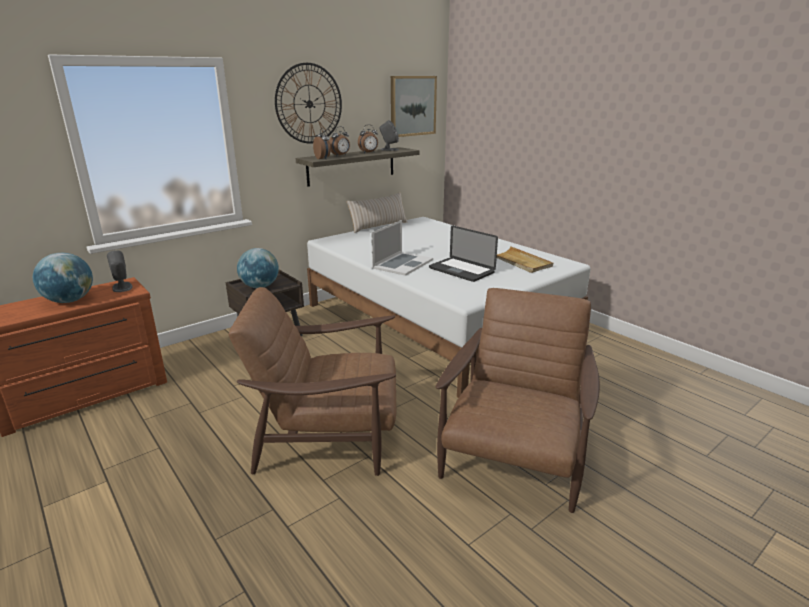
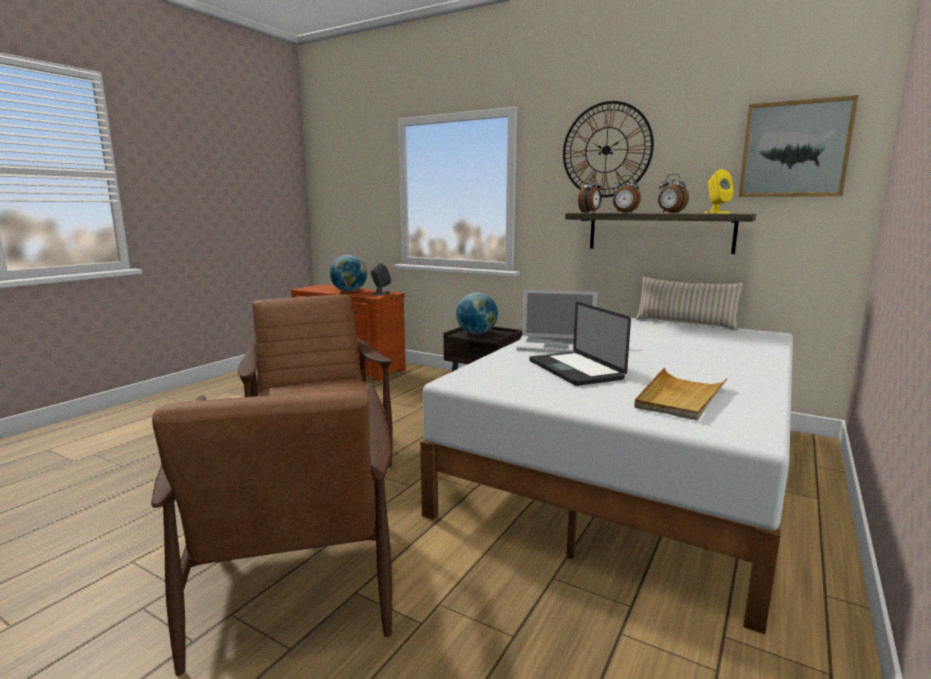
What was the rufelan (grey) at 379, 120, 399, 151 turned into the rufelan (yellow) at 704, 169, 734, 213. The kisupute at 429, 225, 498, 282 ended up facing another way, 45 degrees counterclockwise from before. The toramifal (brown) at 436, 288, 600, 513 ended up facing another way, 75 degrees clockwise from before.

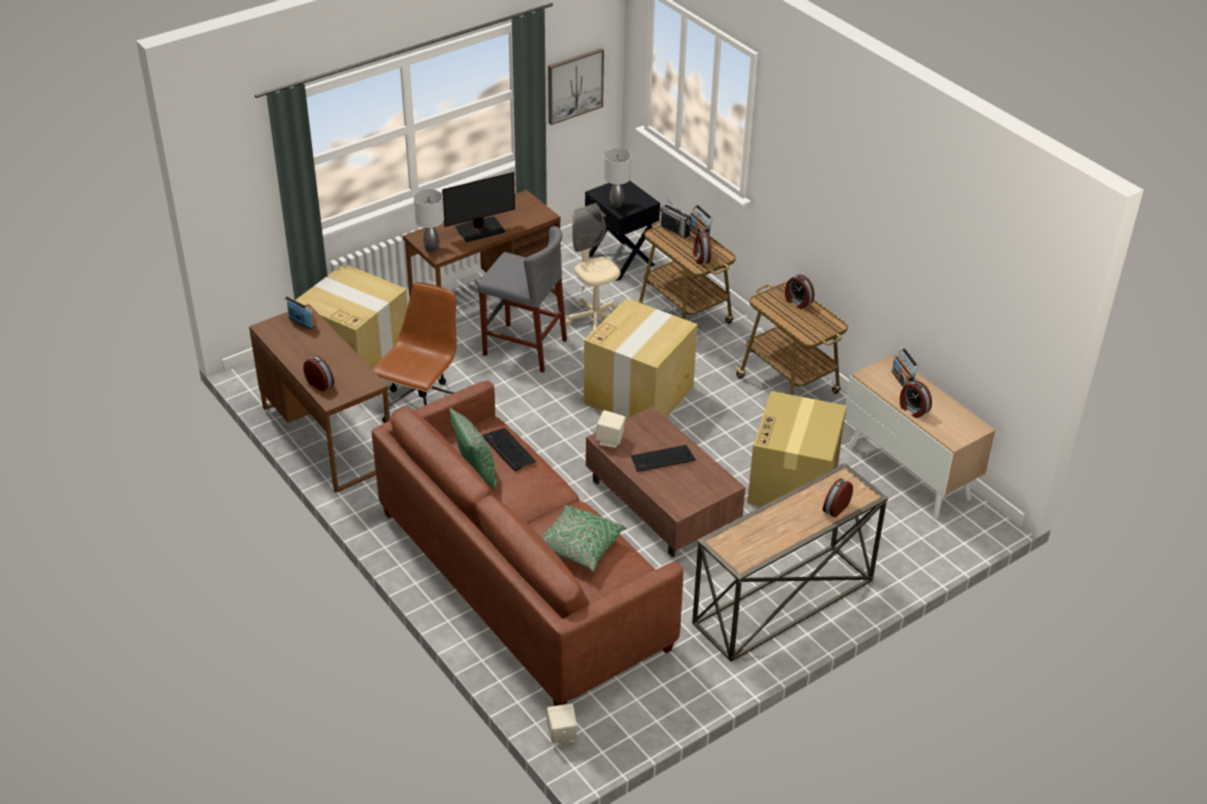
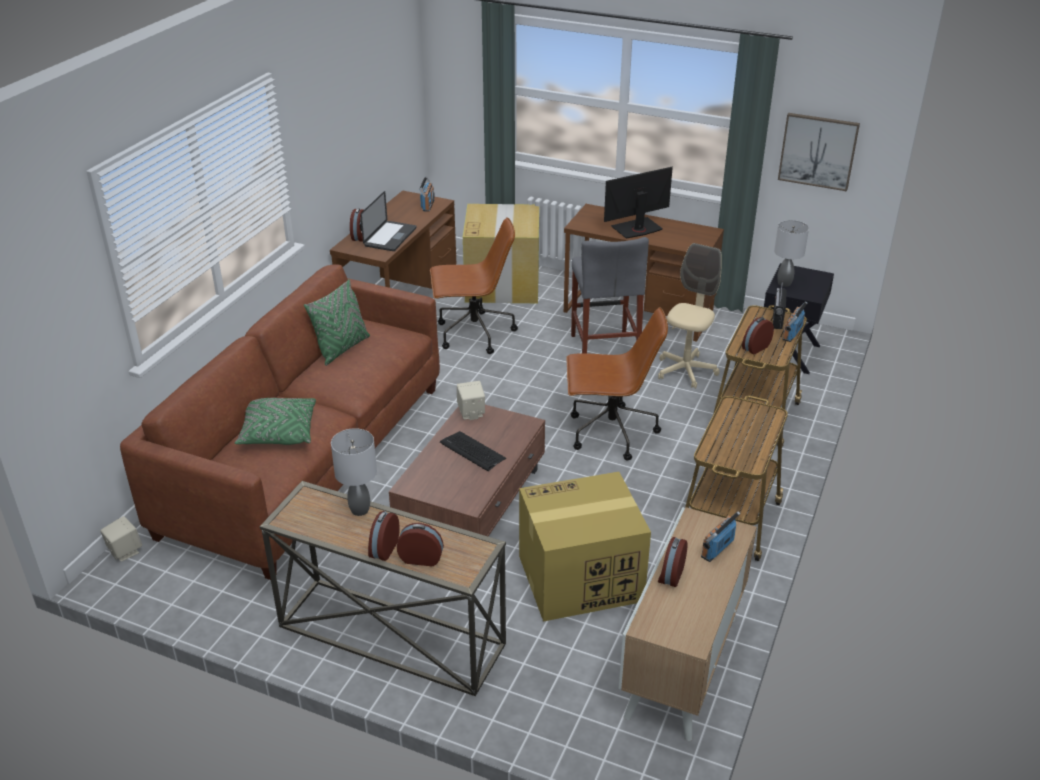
The second view lost the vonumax at 482, 428, 536, 471. The second view gained the kisupute at 361, 191, 417, 251. The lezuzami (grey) ended up elsewhere, having gone from 414, 189, 444, 252 to 331, 428, 377, 516. The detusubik ended up elsewhere, having gone from 785, 274, 815, 309 to 368, 511, 400, 561. Where the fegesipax stood at 584, 298, 698, 419, the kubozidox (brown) came to stand at 566, 307, 668, 461. The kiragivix at 442, 172, 515, 242 ended up facing another way, 120 degrees clockwise from before.

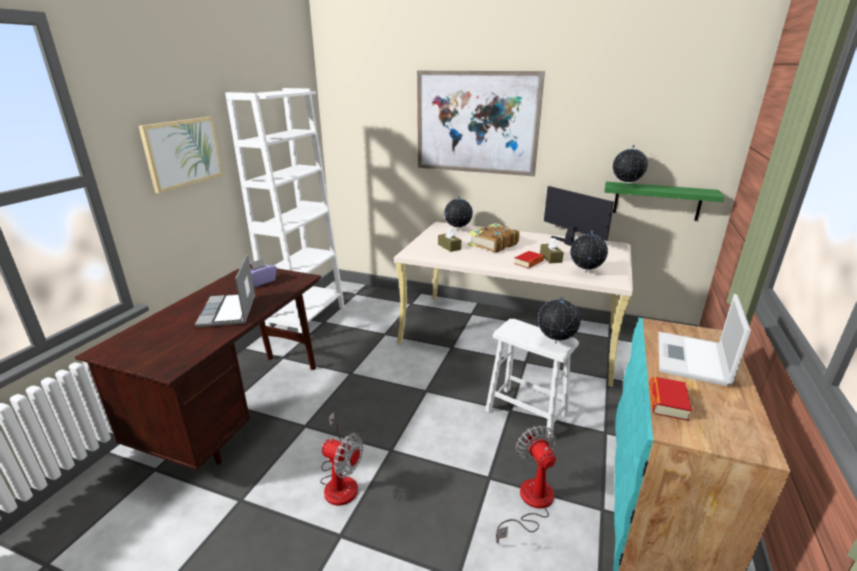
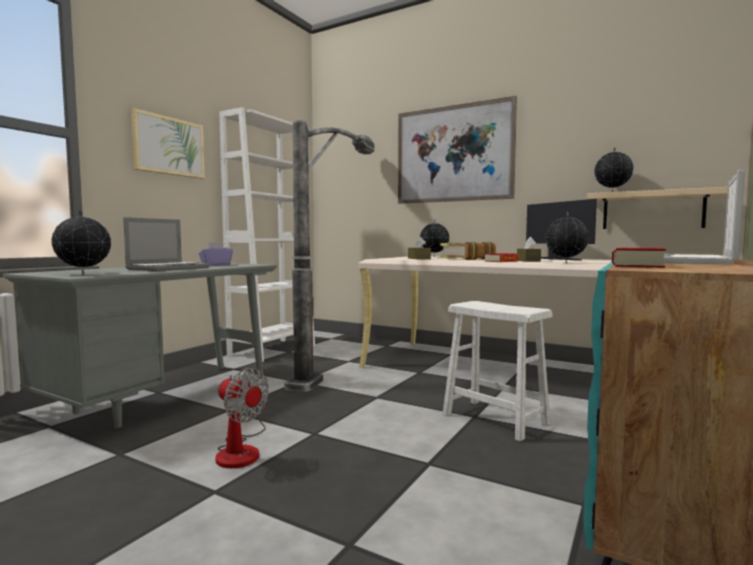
The second view lost the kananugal at 496, 425, 556, 543. The second view gained the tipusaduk at 284, 120, 374, 392. The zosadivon ended up elsewhere, having gone from 538, 296, 581, 343 to 51, 210, 111, 275. What was the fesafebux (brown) at 75, 264, 321, 470 turned into the fesafebux (grey) at 3, 263, 277, 429. What was the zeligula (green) at 604, 182, 724, 221 turned into the zeligula (beige) at 587, 187, 728, 229. The kisupute at 195, 254, 255, 327 ended up facing another way, 150 degrees counterclockwise from before.

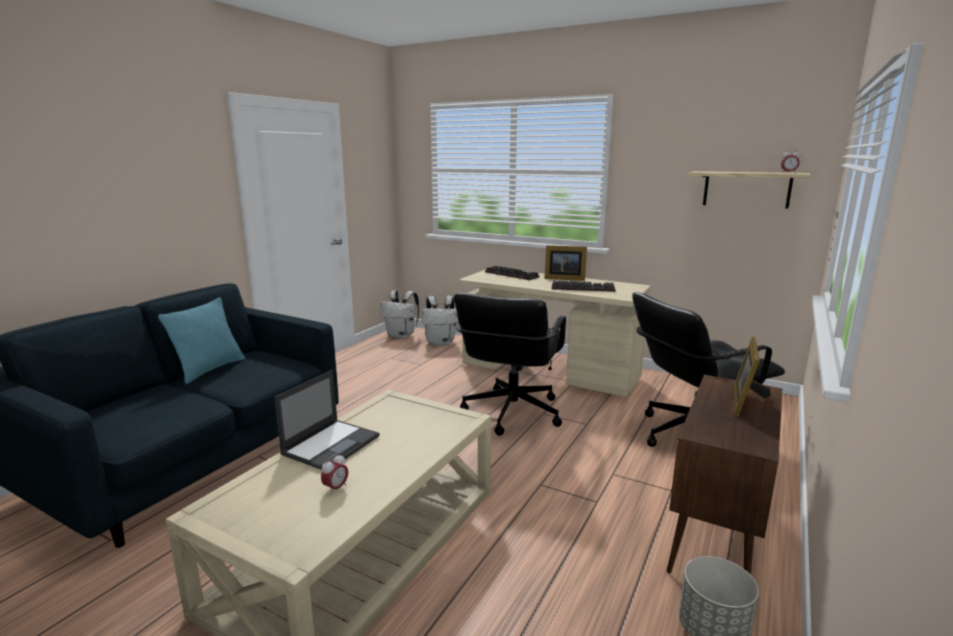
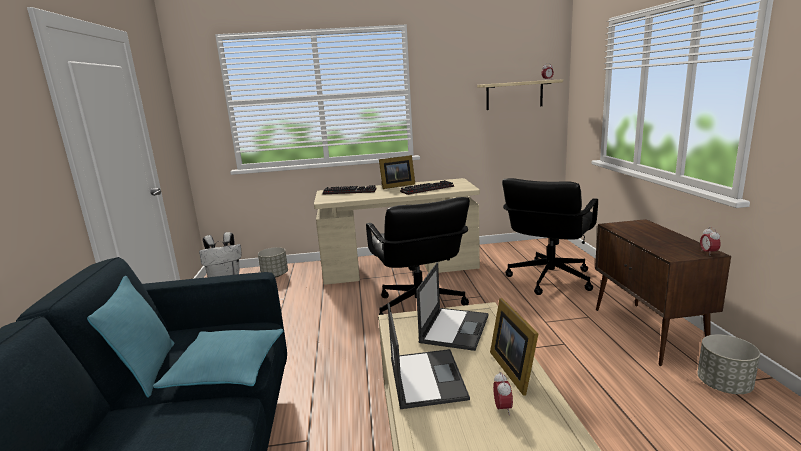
The second view gained the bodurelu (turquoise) at 153, 329, 284, 388. The second view gained the kisupute at 416, 262, 488, 351. The second view gained the detusubik at 700, 227, 720, 256. The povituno ended up elsewhere, having gone from 733, 337, 771, 417 to 490, 298, 539, 396. Where the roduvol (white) stood at 422, 295, 459, 345, the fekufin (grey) came to stand at 258, 247, 288, 278.

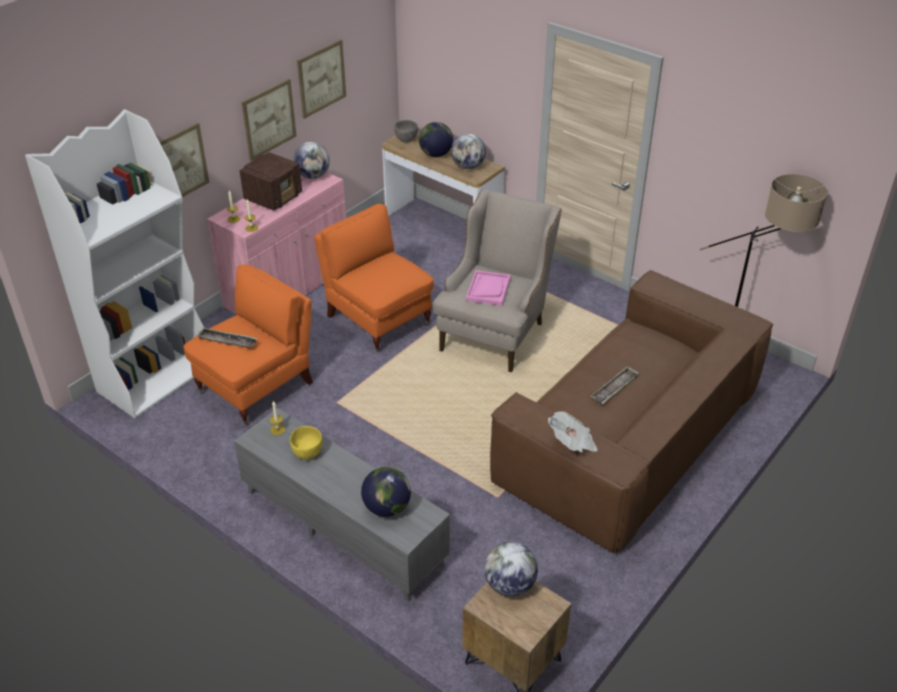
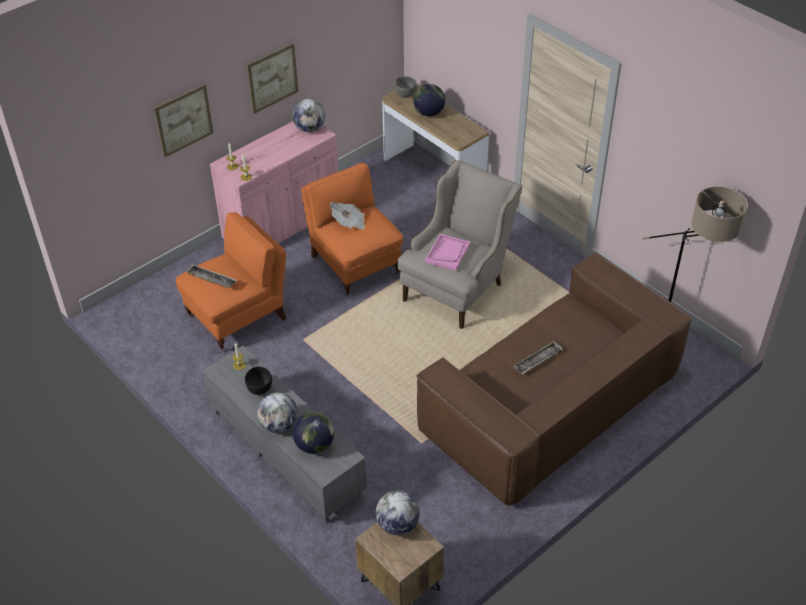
The second view lost the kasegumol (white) at 25, 109, 204, 418. The second view lost the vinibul at 239, 152, 302, 211. The second view lost the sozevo at 297, 39, 346, 119. The zosadivon ended up elsewhere, having gone from 451, 134, 486, 169 to 257, 392, 298, 433. The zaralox ended up elsewhere, having gone from 548, 411, 597, 453 to 330, 203, 365, 230. What was the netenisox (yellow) at 290, 426, 323, 459 turned into the netenisox (black) at 245, 366, 272, 395.

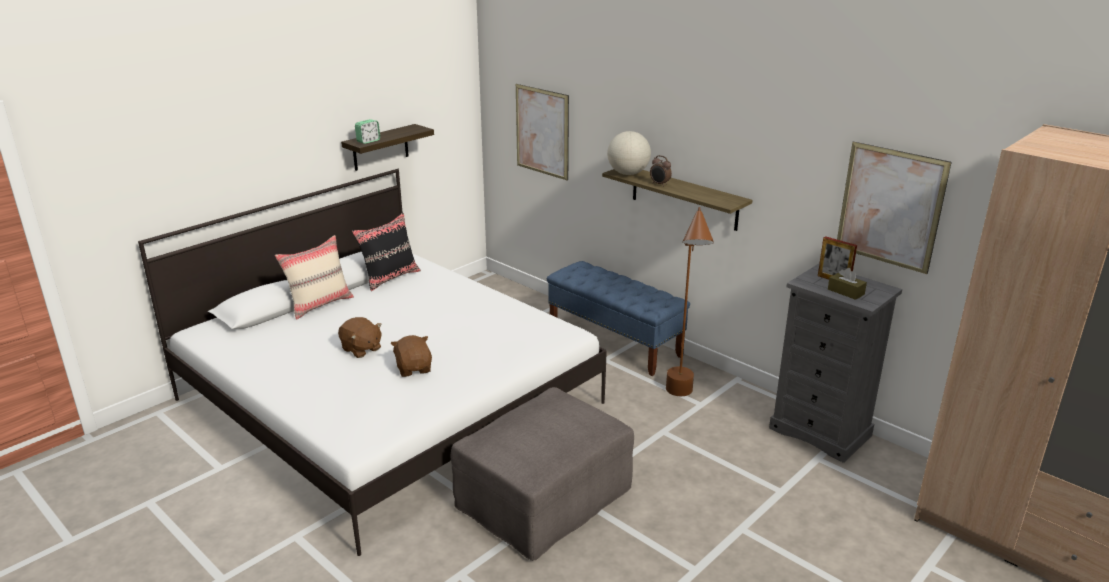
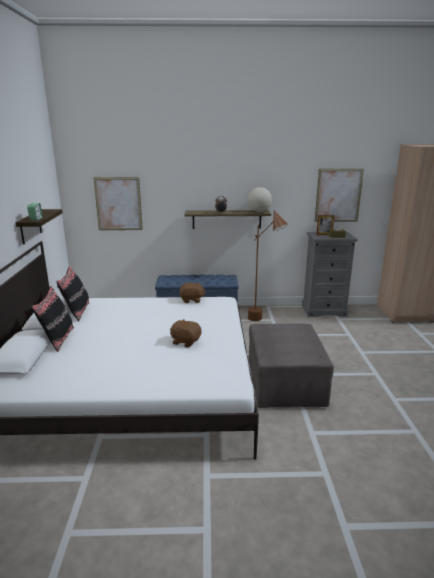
The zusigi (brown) ended up elsewhere, having gone from 338, 317, 382, 358 to 179, 282, 206, 303. The zosadivon ended up elsewhere, having gone from 607, 131, 651, 175 to 248, 187, 272, 212. What was the bodurelu (beige) at 275, 235, 354, 320 turned into the bodurelu (black) at 31, 286, 74, 352.

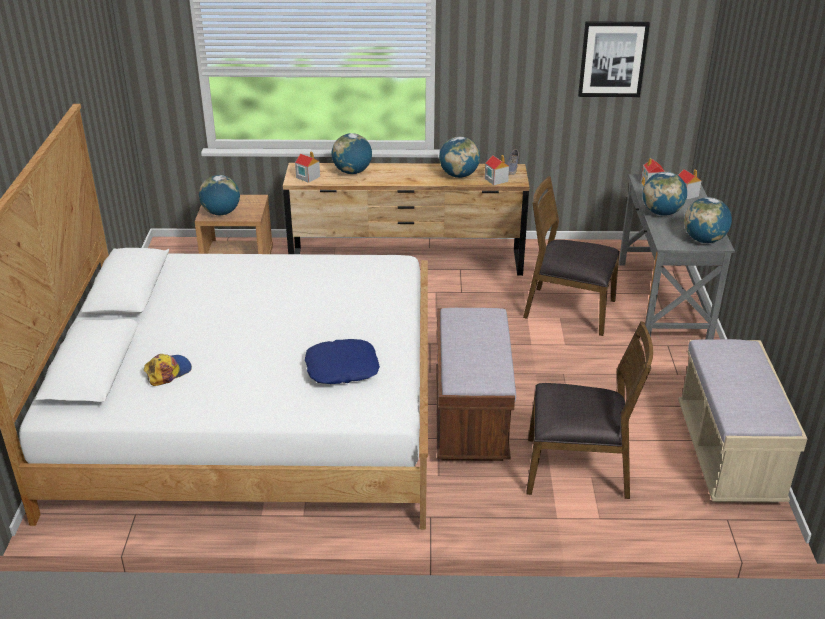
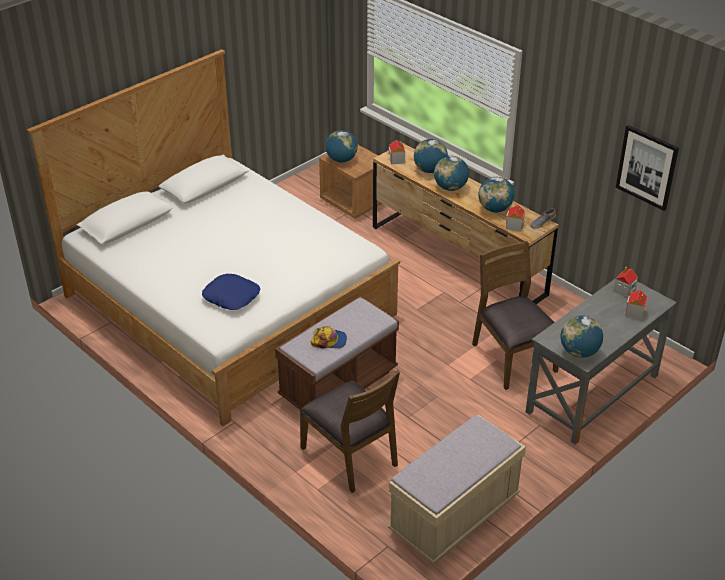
The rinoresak ended up elsewhere, having gone from 144, 354, 192, 386 to 311, 326, 347, 349. The zosadivon ended up elsewhere, having gone from 642, 172, 687, 216 to 434, 156, 469, 191.

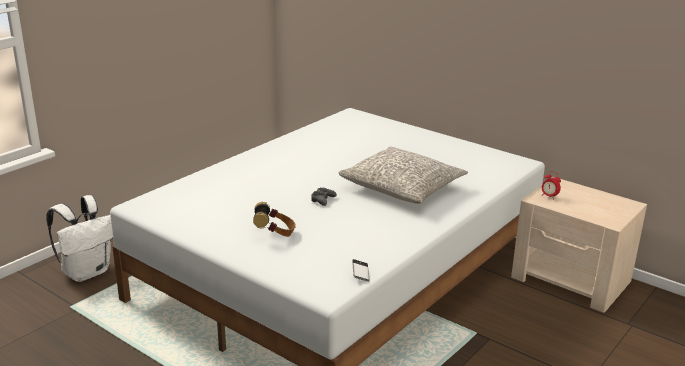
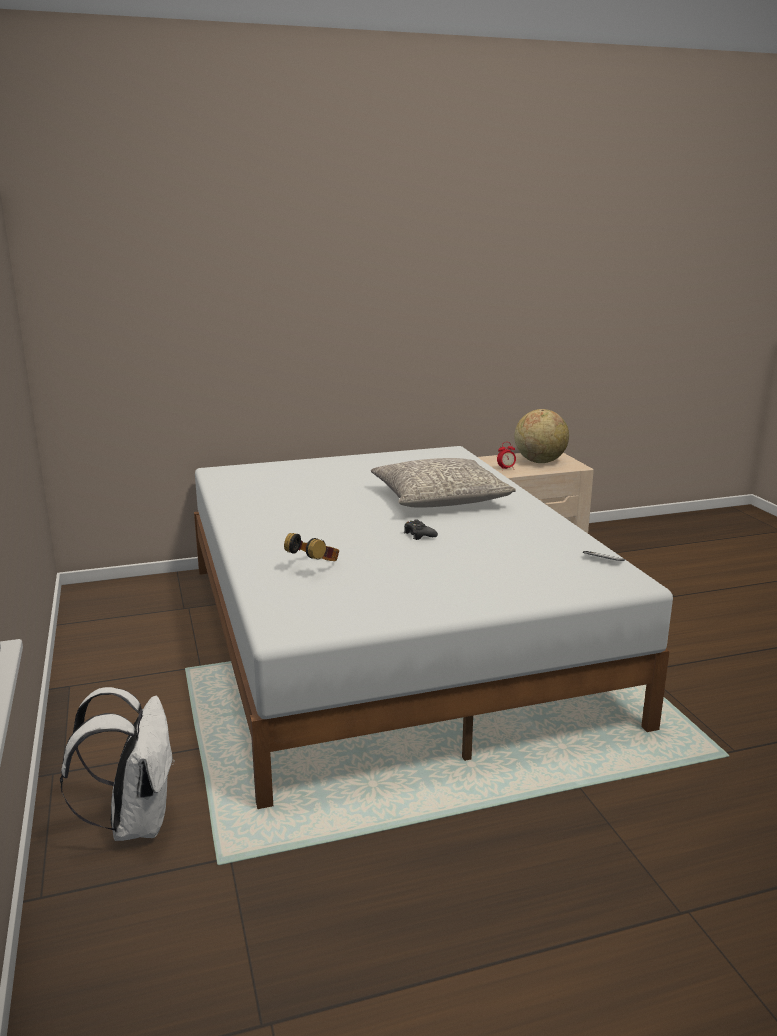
The second view gained the zosadivon at 514, 409, 569, 463. The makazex ended up elsewhere, having gone from 253, 202, 296, 237 to 284, 533, 339, 561.

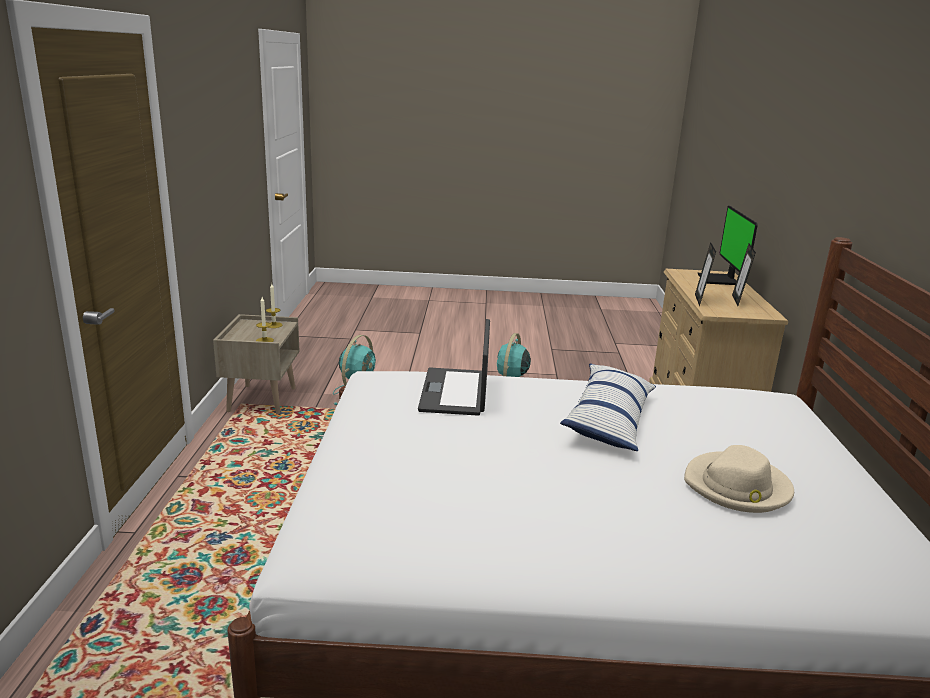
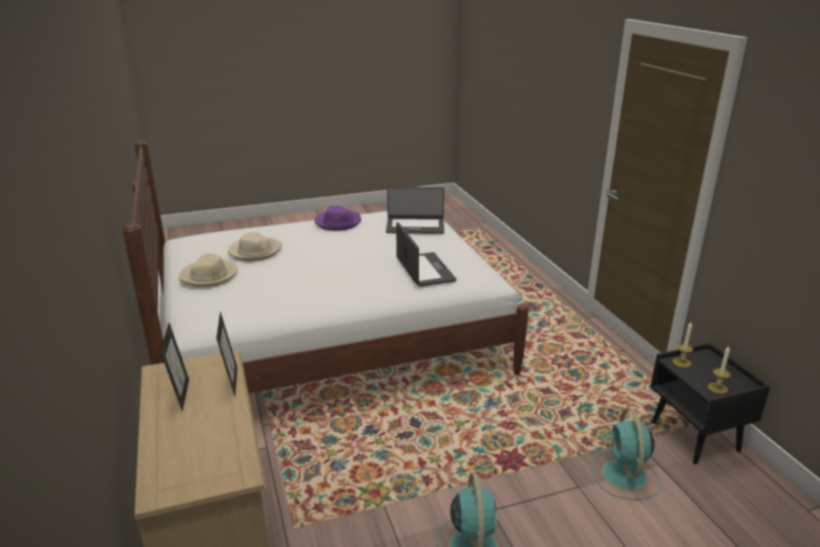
The second view lost the bodurelu at 560, 364, 656, 451. The second view lost the kiragivix at 697, 206, 758, 285. The second view gained the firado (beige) at 178, 253, 237, 287. The second view gained the firado (purple) at 314, 205, 361, 231. The second view gained the kisupute at 386, 187, 444, 234. What was the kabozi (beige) at 213, 314, 300, 414 turned into the kabozi (black) at 650, 343, 771, 464.

